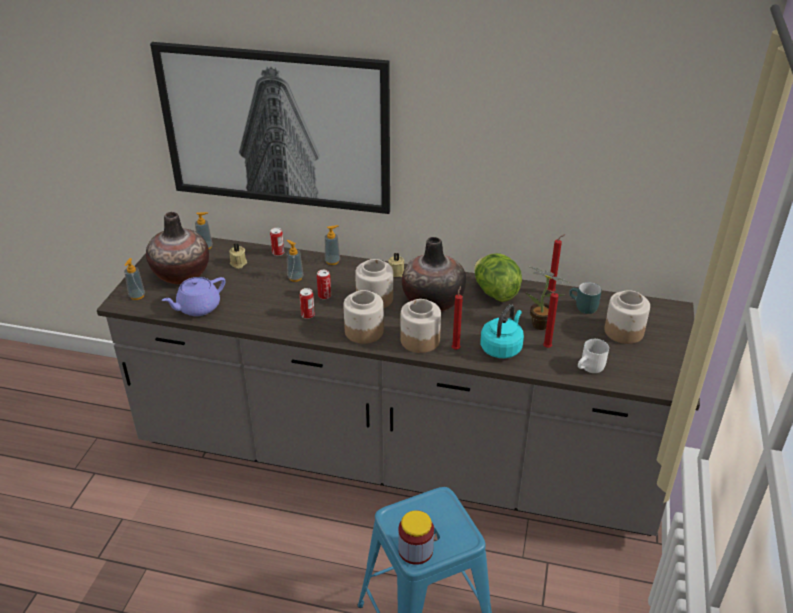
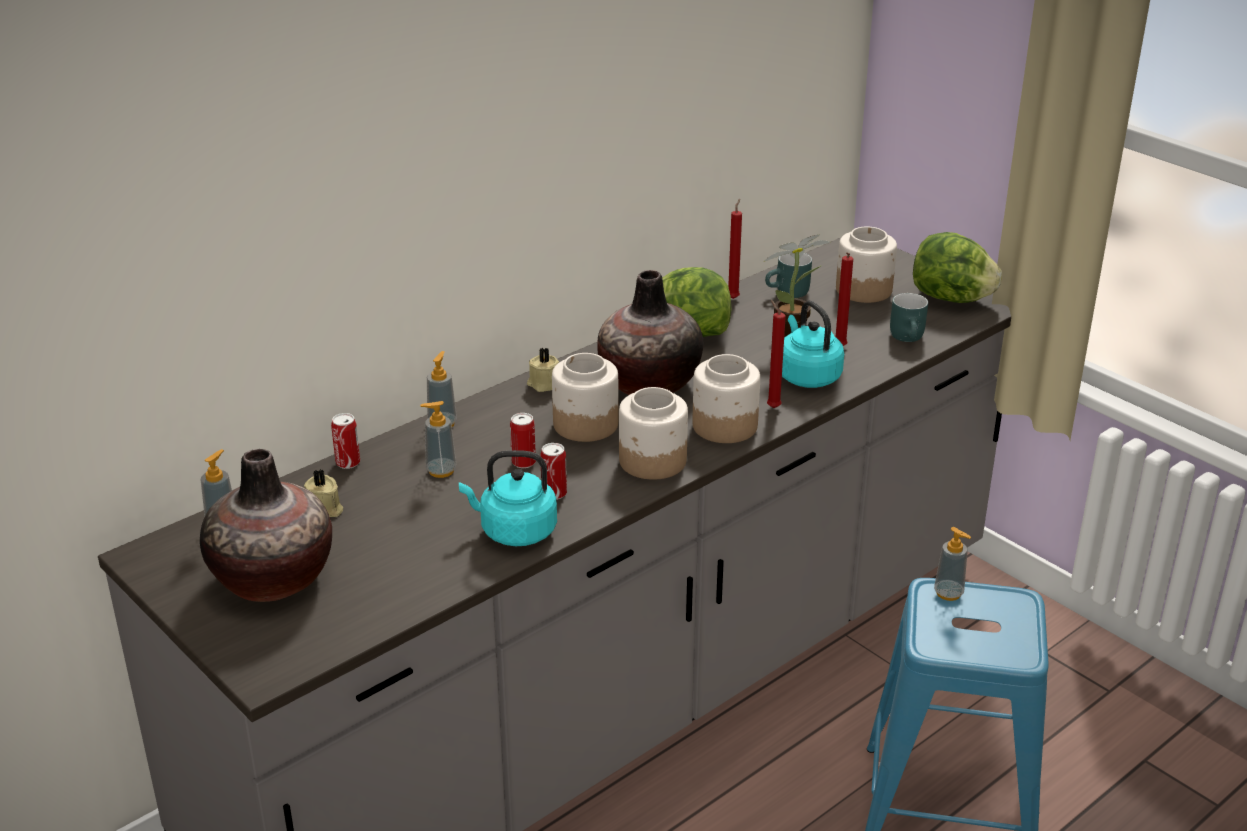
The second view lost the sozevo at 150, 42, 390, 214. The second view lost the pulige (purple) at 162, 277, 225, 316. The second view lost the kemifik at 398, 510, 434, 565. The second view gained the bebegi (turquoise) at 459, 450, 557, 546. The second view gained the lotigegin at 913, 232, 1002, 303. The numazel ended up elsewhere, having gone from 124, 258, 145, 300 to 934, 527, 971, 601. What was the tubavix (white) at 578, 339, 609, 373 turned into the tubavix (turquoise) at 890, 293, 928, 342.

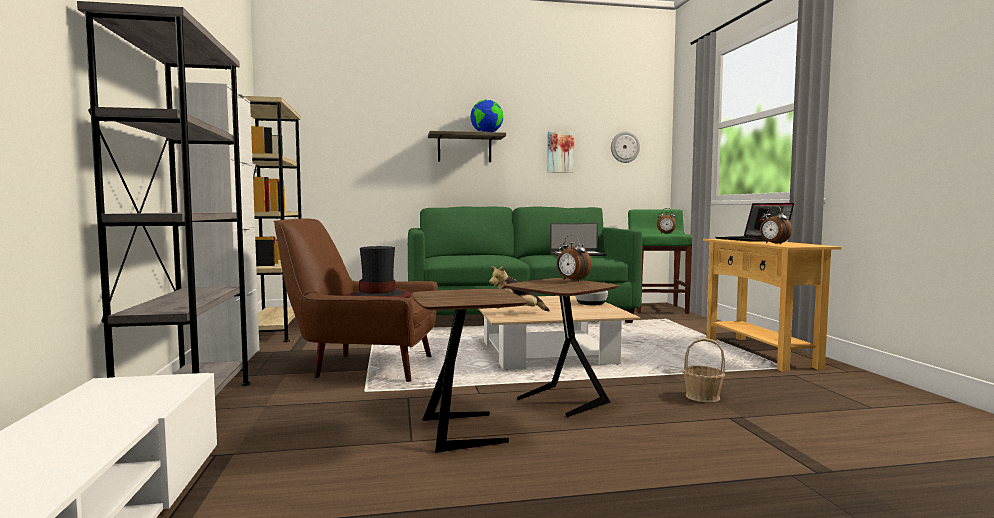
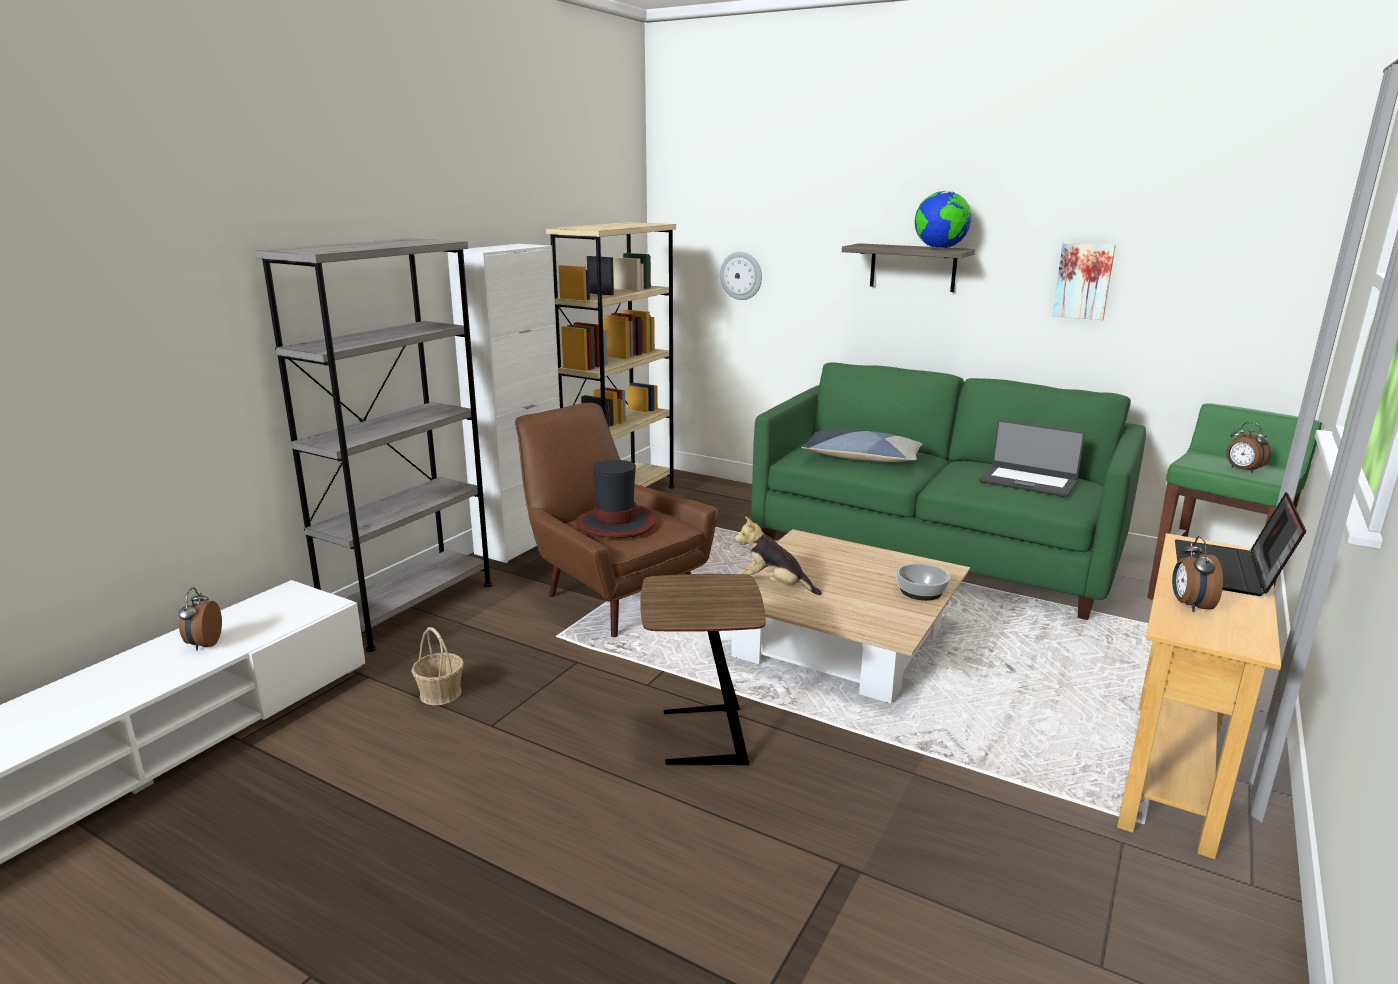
The second view lost the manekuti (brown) at 412, 289, 528, 453. The second view gained the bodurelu at 802, 429, 923, 462. The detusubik ended up elsewhere, having gone from 556, 235, 591, 282 to 179, 587, 222, 651. The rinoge ended up elsewhere, having gone from 611, 131, 640, 163 to 720, 252, 762, 300. The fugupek ended up elsewhere, having gone from 682, 338, 725, 402 to 411, 627, 464, 705.

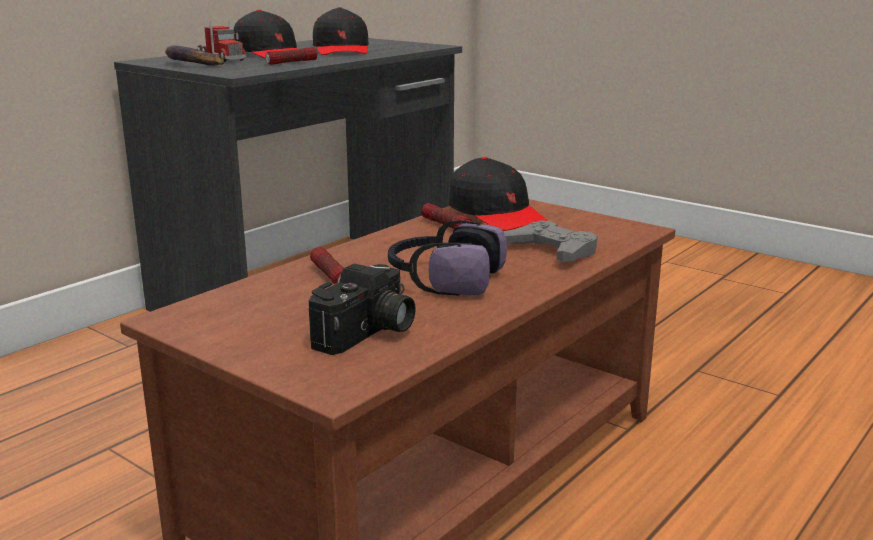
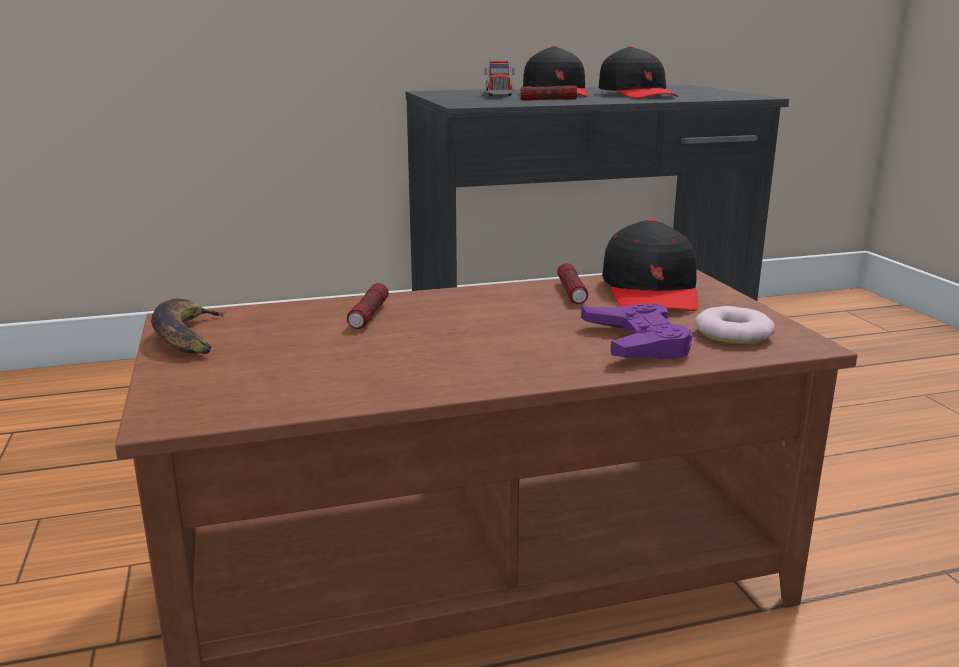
The second view lost the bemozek at 309, 263, 416, 355. The second view lost the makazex at 388, 220, 507, 296. The second view gained the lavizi at 695, 306, 775, 344. The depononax ended up elsewhere, having gone from 165, 46, 225, 66 to 151, 298, 226, 354. What was the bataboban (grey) at 503, 220, 598, 262 turned into the bataboban (purple) at 581, 304, 693, 359. The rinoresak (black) at 313, 7, 369, 55 ended up facing another way, 45 degrees counterclockwise from before.

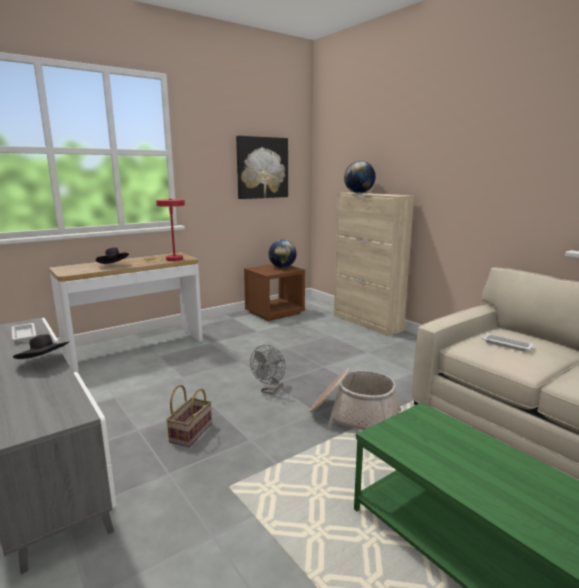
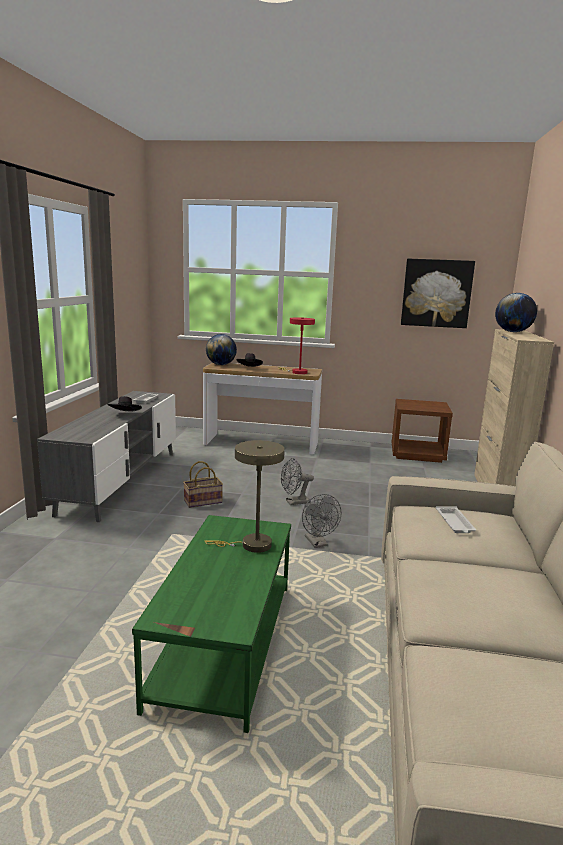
The second view gained the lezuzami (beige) at 204, 440, 285, 553. The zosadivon ended up elsewhere, having gone from 269, 240, 297, 268 to 206, 334, 237, 365. Where the fugupek stood at 310, 368, 402, 430, the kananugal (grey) came to stand at 302, 494, 341, 548.

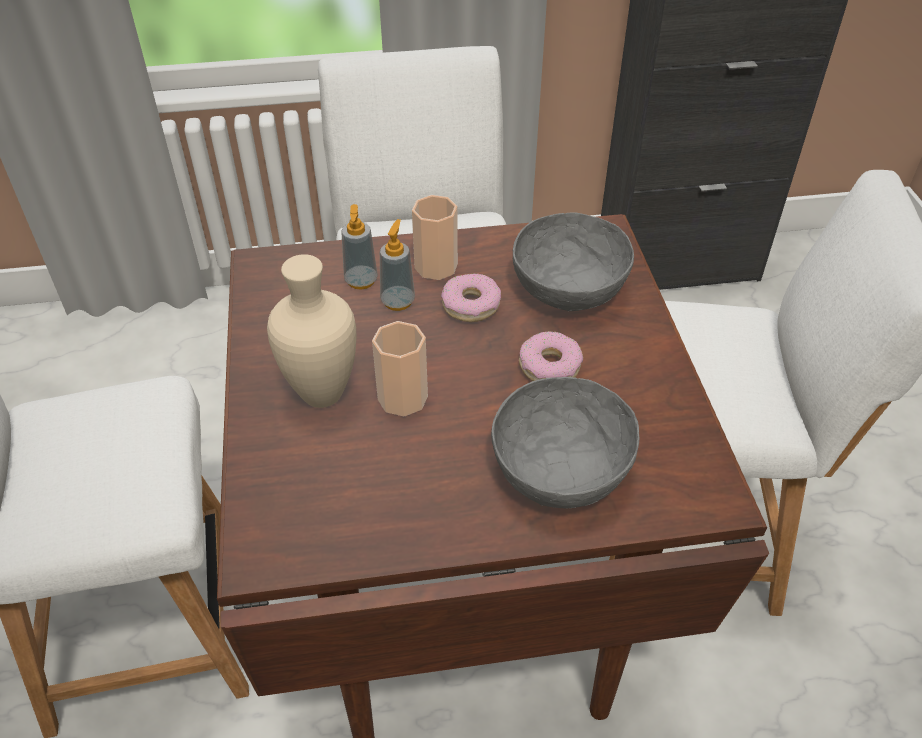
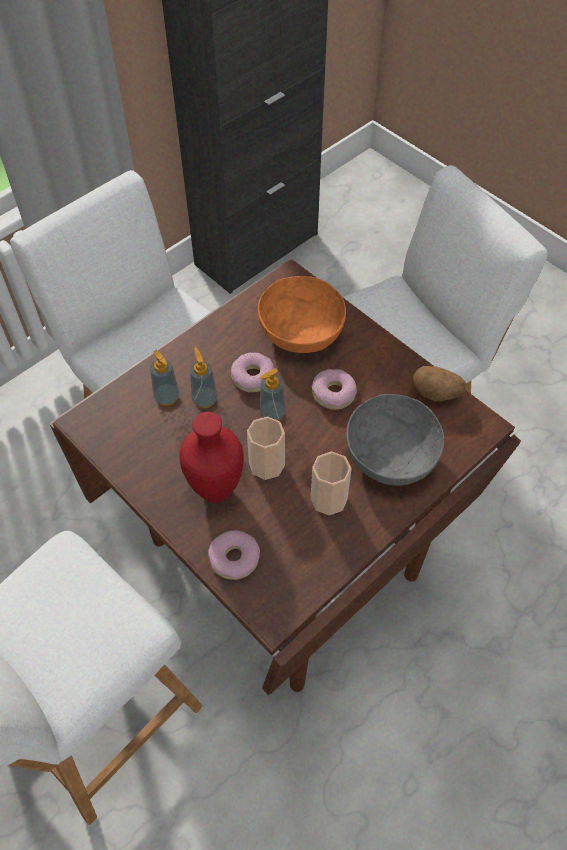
The second view gained the lavizi at 208, 530, 260, 580. The second view gained the numazel at 259, 368, 286, 421. The second view gained the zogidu at 413, 366, 466, 401. The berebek ended up elsewhere, having gone from 412, 195, 458, 280 to 311, 452, 352, 515. What was the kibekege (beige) at 267, 254, 356, 408 turned into the kibekege (red) at 179, 412, 244, 503. What was the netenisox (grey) at 513, 212, 634, 311 turned into the netenisox (orange) at 258, 276, 346, 353.

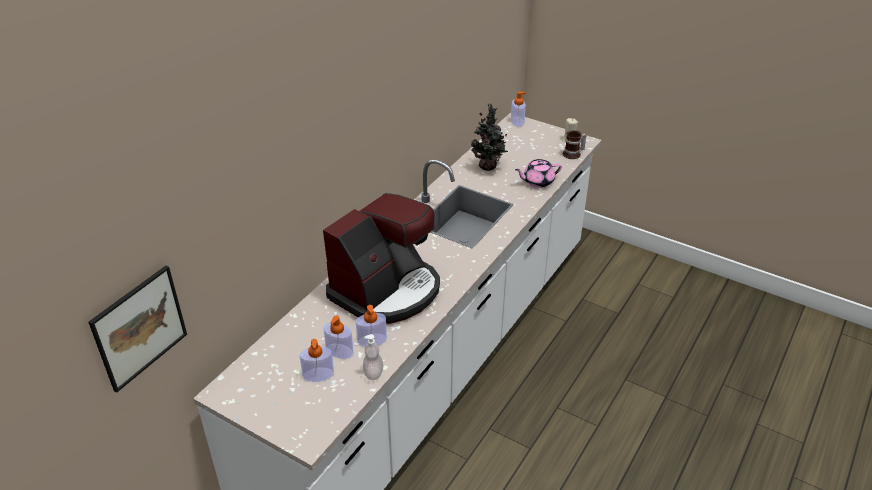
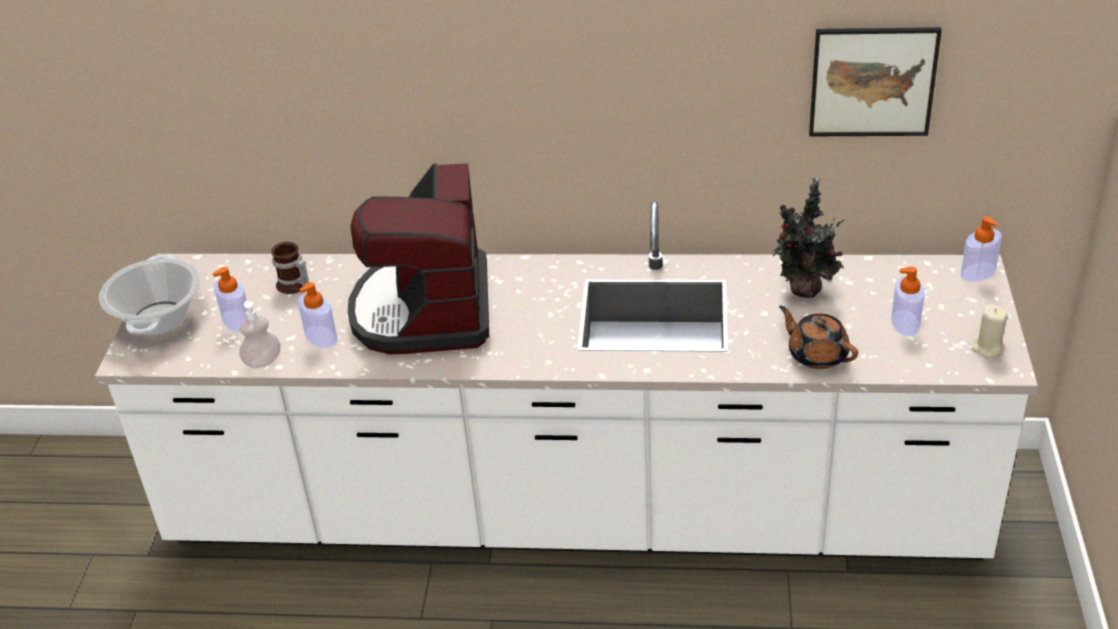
The second view gained the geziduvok at 99, 254, 201, 335. The sozevo ended up elsewhere, having gone from 88, 265, 187, 392 to 809, 27, 942, 136. The numazel ended up elsewhere, having gone from 323, 316, 354, 359 to 891, 267, 925, 337. The tubavix ended up elsewhere, having gone from 563, 130, 587, 159 to 271, 242, 309, 294. What was the pulige (pink) at 515, 159, 562, 188 turned into the pulige (brown) at 779, 306, 858, 369. The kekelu at 323, 193, 440, 324 ended up facing another way, 75 degrees clockwise from before.

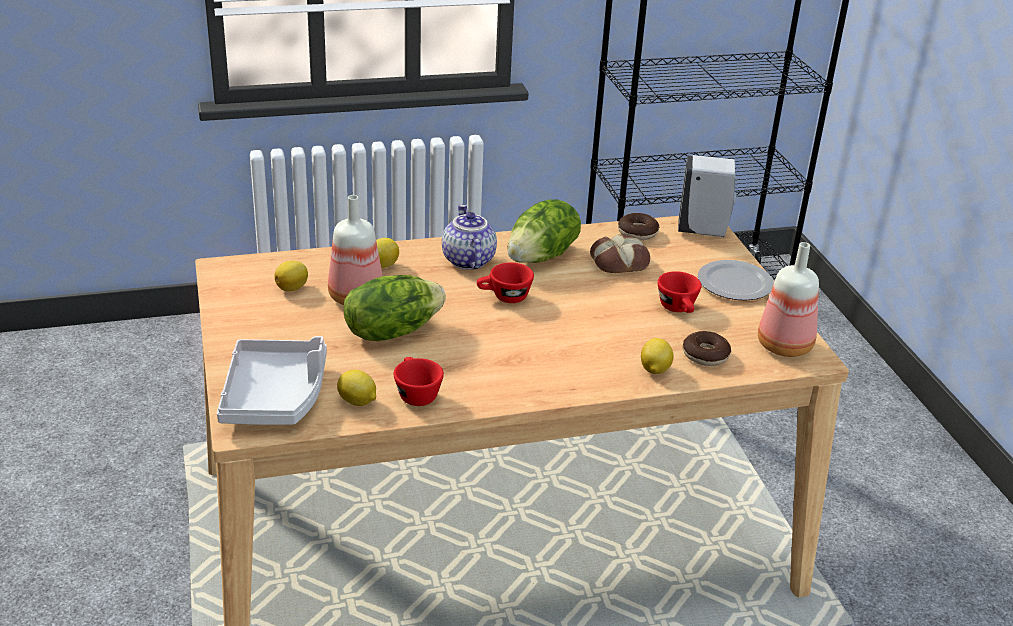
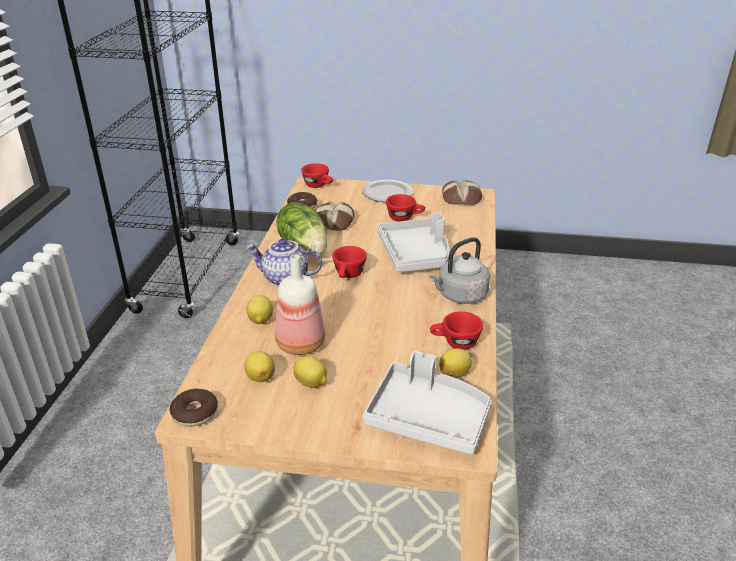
The second view lost the lotigegin at 344, 275, 446, 341. The second view gained the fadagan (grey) at 378, 212, 449, 272. The second view gained the bebegi (grey) at 429, 237, 490, 304. The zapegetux ended up elsewhere, having gone from 641, 338, 674, 374 to 293, 356, 327, 388. The lavizi ended up elsewhere, having gone from 683, 331, 731, 366 to 170, 389, 218, 427. Where the numazel (white) stood at 678, 155, 737, 237, the berebek (red) came to stand at 301, 163, 333, 188. Where the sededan stood at 758, 242, 819, 357, the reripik came to stand at 442, 180, 482, 205.

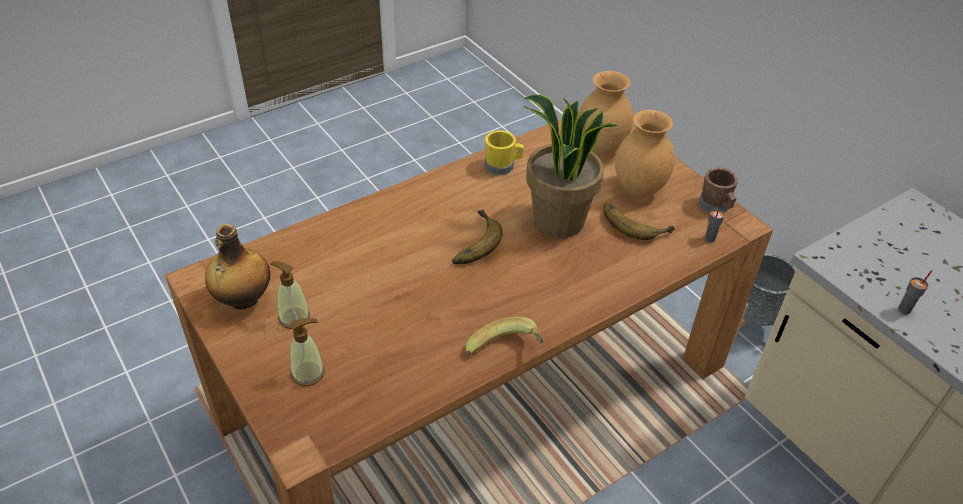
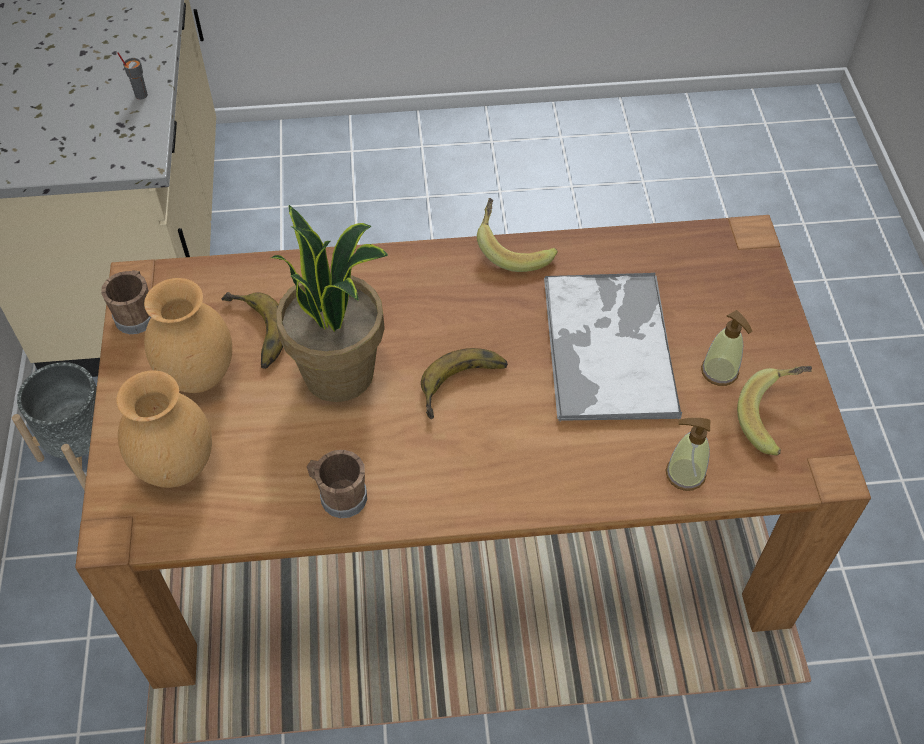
The second view lost the berebek (grey) at 705, 209, 725, 242. The second view gained the fadagan at 544, 273, 682, 421. The numazel ended up elsewhere, having gone from 290, 318, 324, 386 to 666, 418, 710, 491. Where the sededan stood at 205, 224, 270, 309, the depononax came to stand at 737, 366, 812, 456. What was the tubavix (yellow) at 485, 130, 524, 175 turned into the tubavix (brown) at 307, 450, 367, 518.

